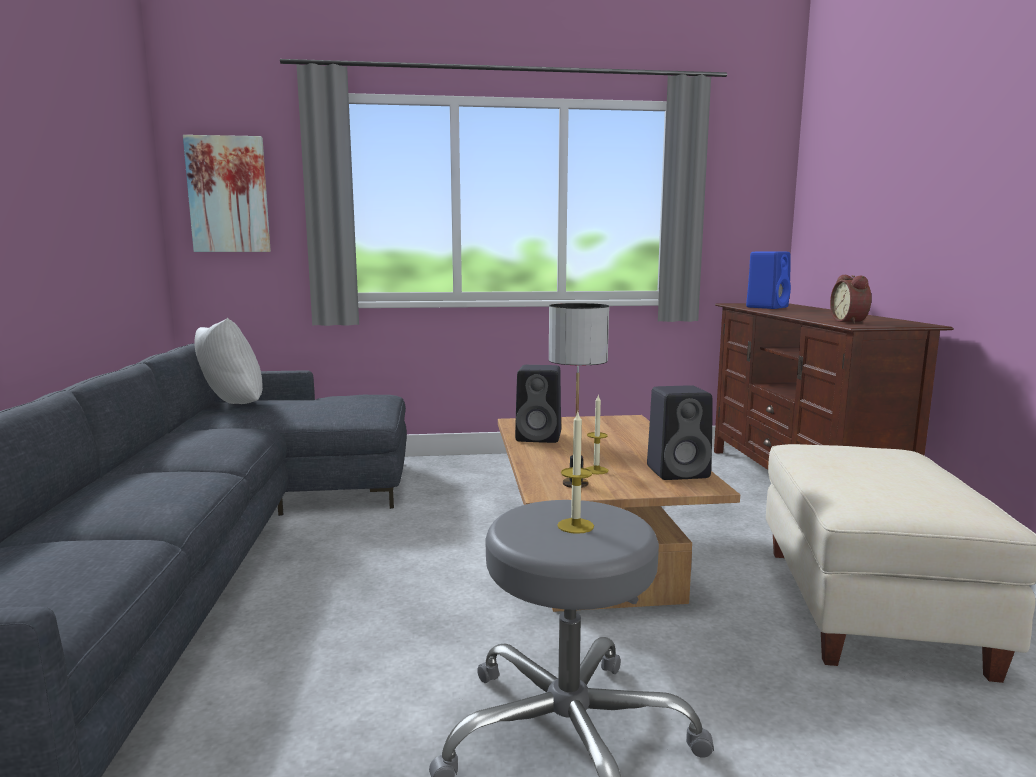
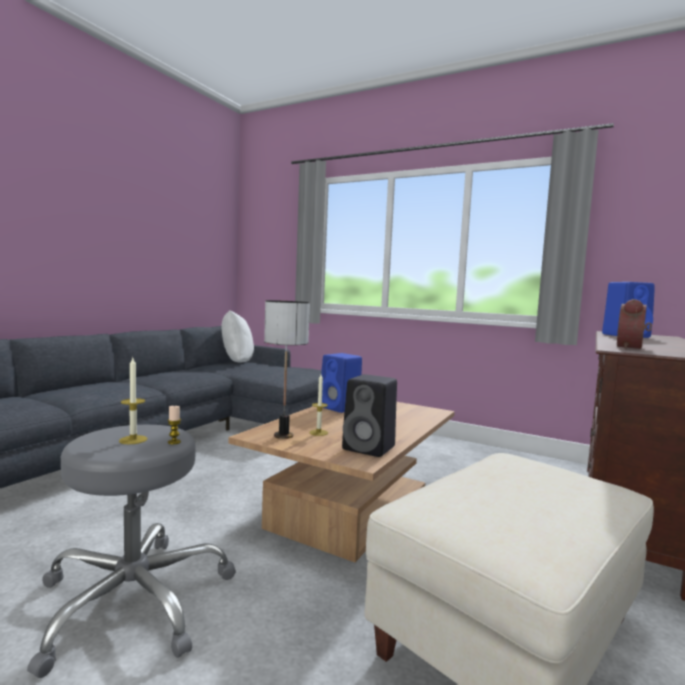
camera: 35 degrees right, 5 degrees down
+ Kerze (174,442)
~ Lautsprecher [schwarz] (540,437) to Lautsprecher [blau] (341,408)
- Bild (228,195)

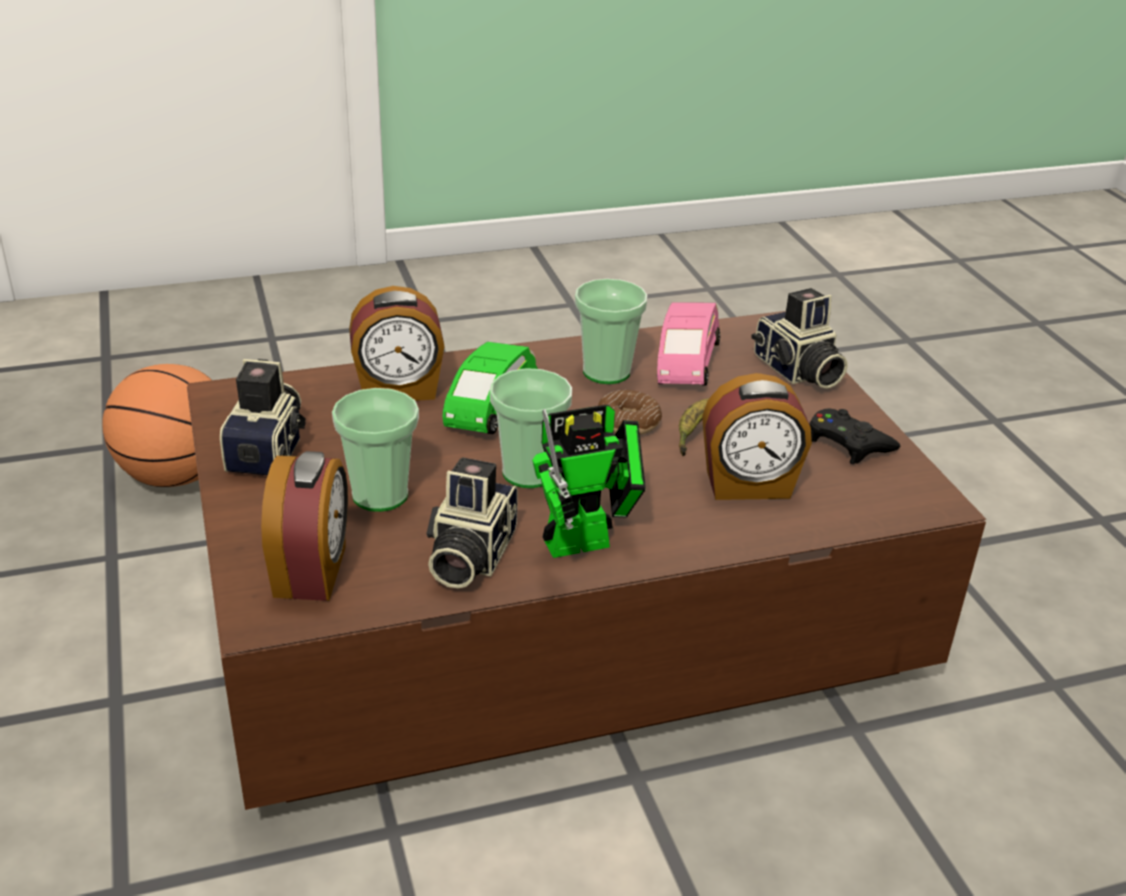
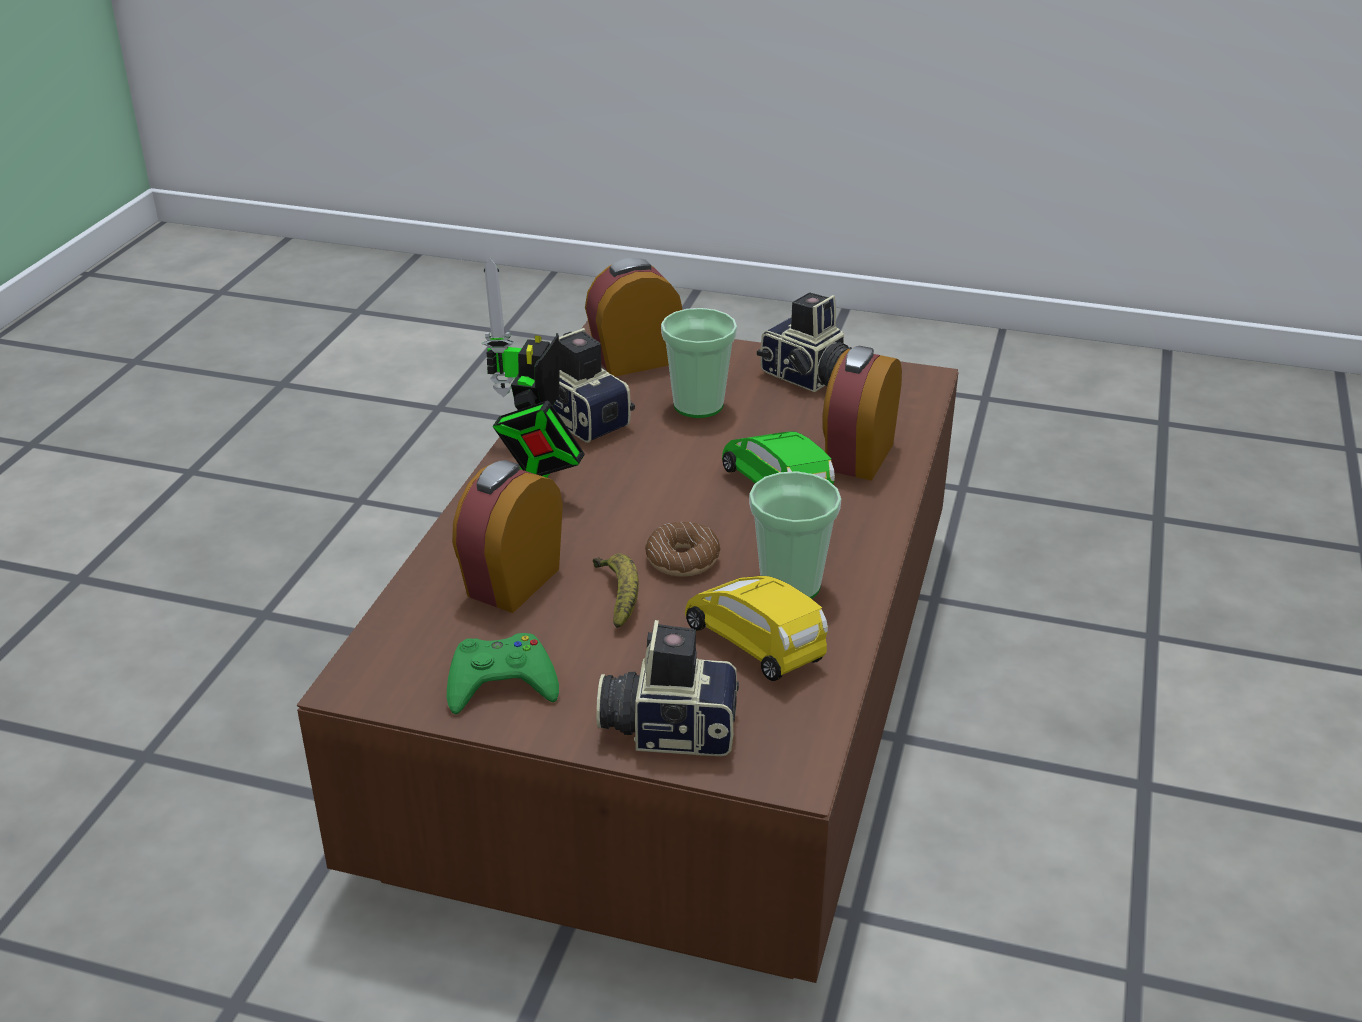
camera: 125 degrees right, 0 degrees up
~ Gamepad [schwarz] (847,443) to Gamepad [grün] (501,683)
~ Wecker (312,571) = (634,360) 120 degrees clockwise
~ Spielzeugauto [rosa] (685,366) to Spielzeugauto [gelb] (756,646)
- Basketball (177,476)
- Tasse (529,472)

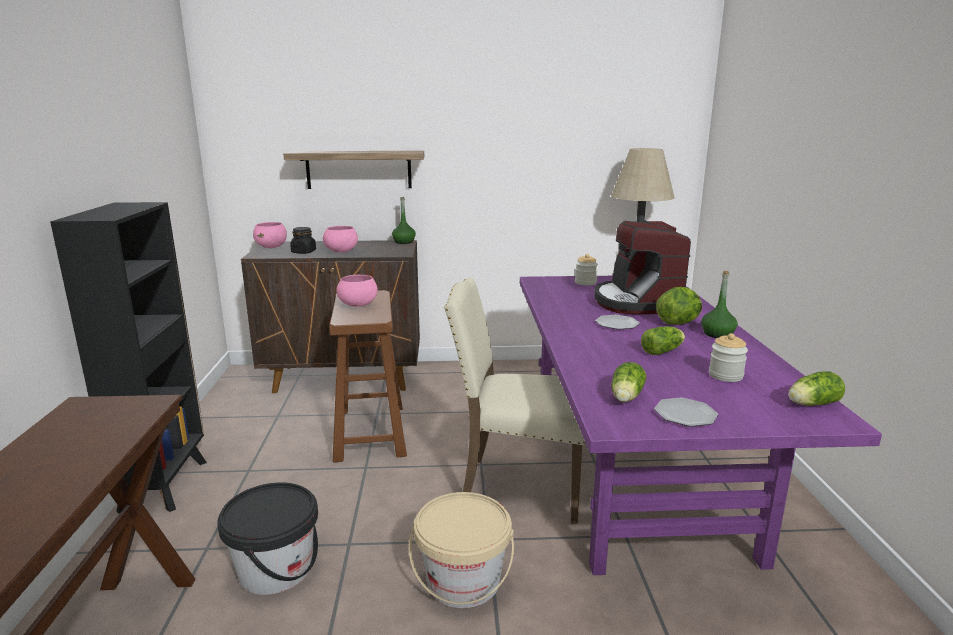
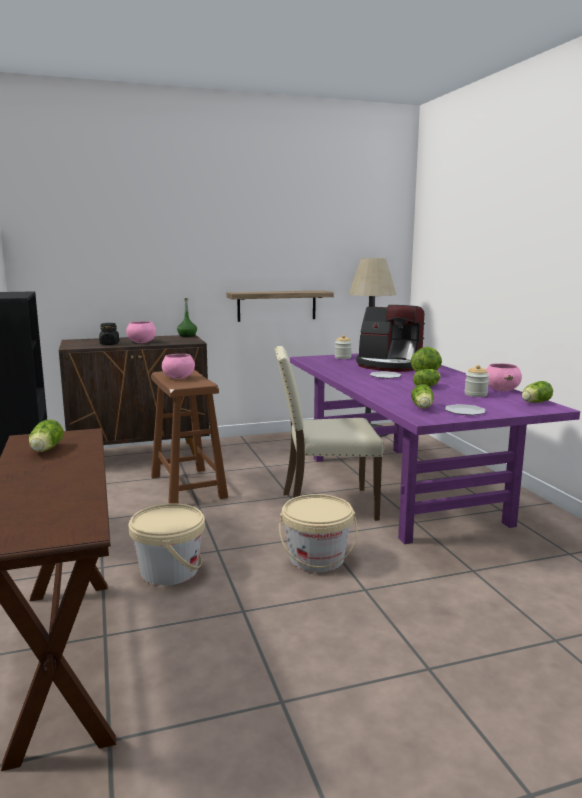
camera: 15 degrees left, 5 degrees down
+ Salatkopf (45,450)
~ Eimer [schwarz] (276,569) to Eimer [beige] (169,571)
~ Wandregal (358,169) to (277,305)
~ Kaffeemaschine (637,302) = (389,365) 45 degrees counterclockwise
~ Schüssel [rosa] (272,247) to (501,390)
- Flasche [grün] (717,334)

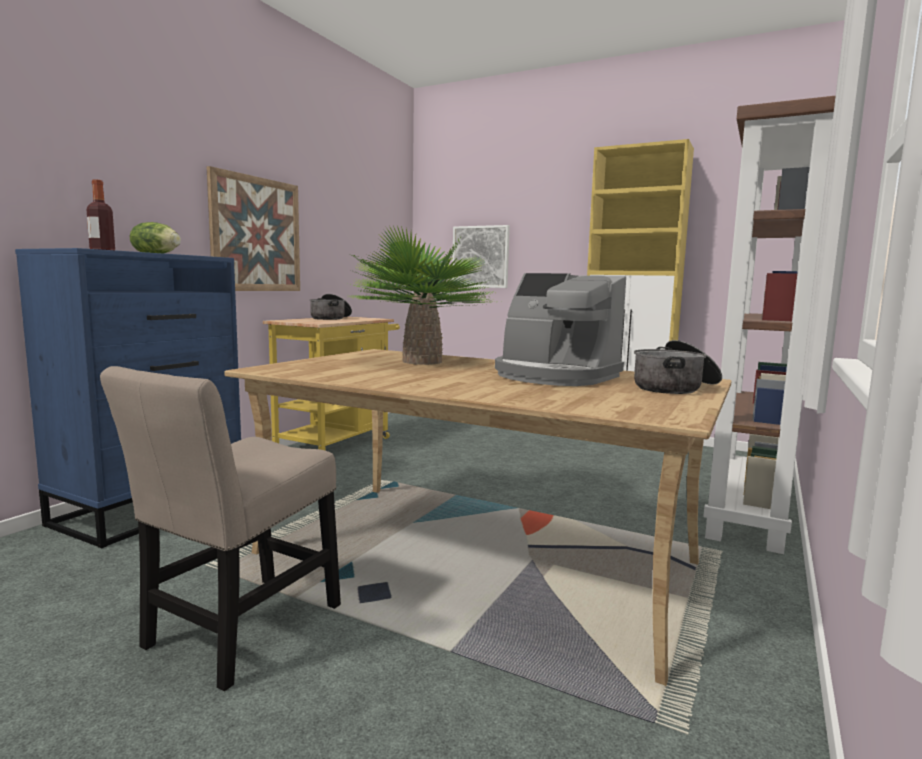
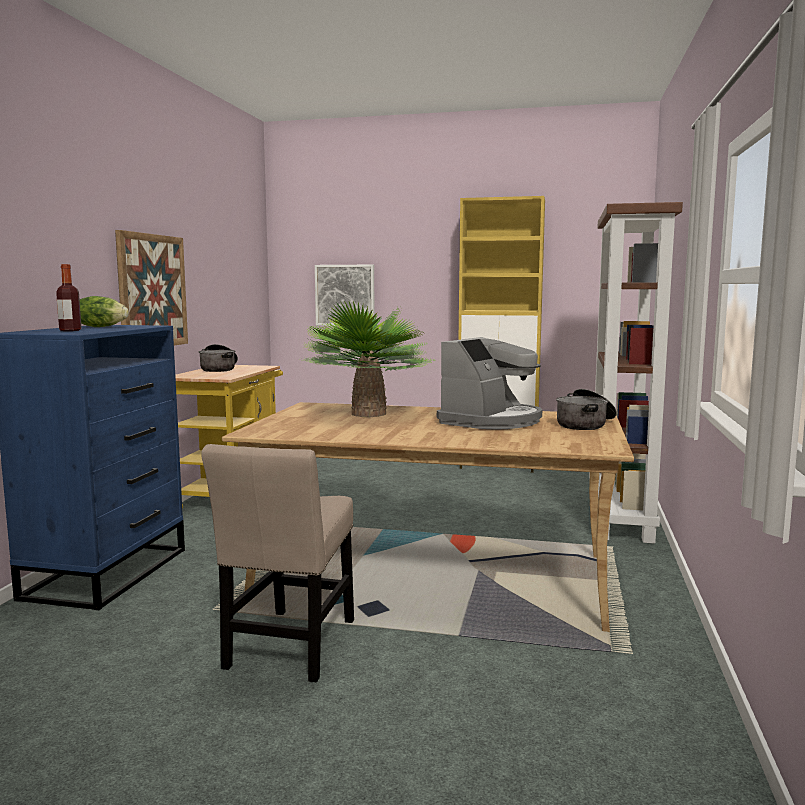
camera: 15 degrees left, 0 degrees up
~ Kaffeemaschine (554,376) = (491,421) 75 degrees counterclockwise

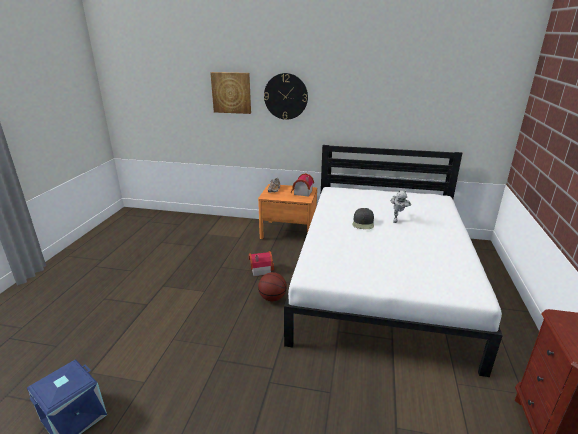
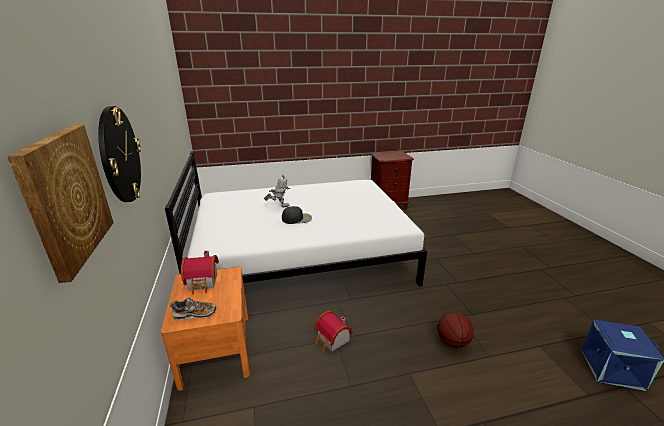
camera: 115 degrees left, 0 degrees up
~ Basketball (272,298) to (452,342)

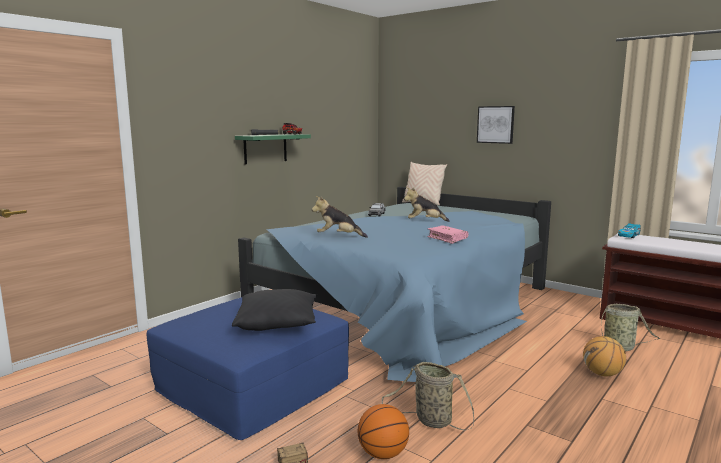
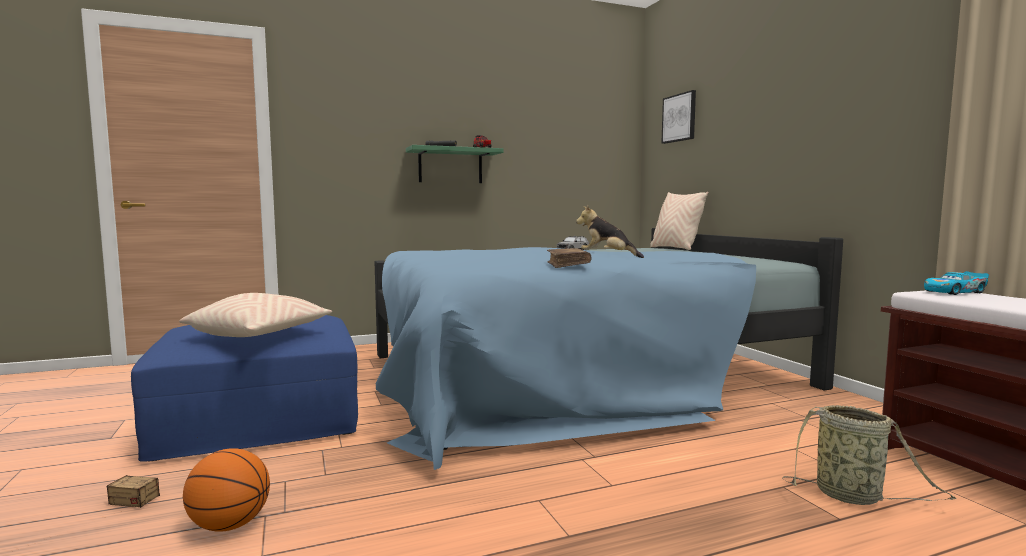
camera: 30 degrees right, 5 degrees down
~ Kissen [schwarz] (277,323) to Kissen [beige] (260,335)
~ Buch [rosa] (447,239) to Buch [braun] (568,265)
~ Bild (495,124) to (679,118)
- Plüschtier (338,237)
- Korb (430,420)
- Basketball (602,374)

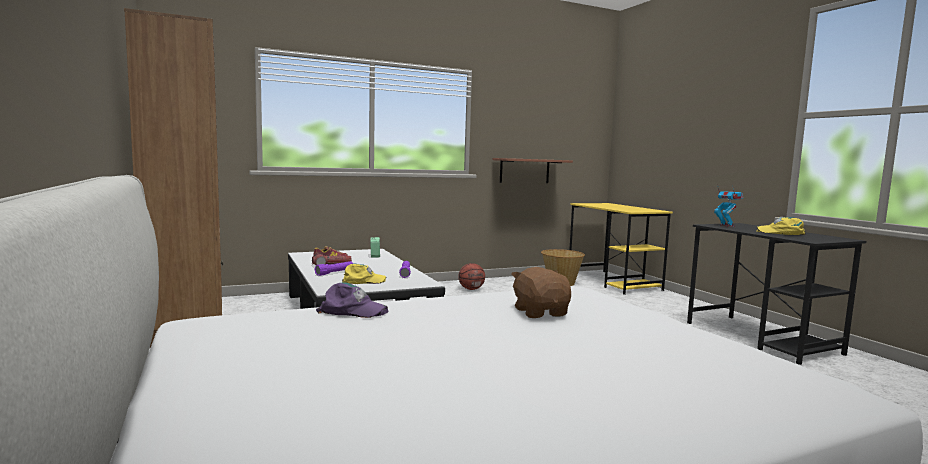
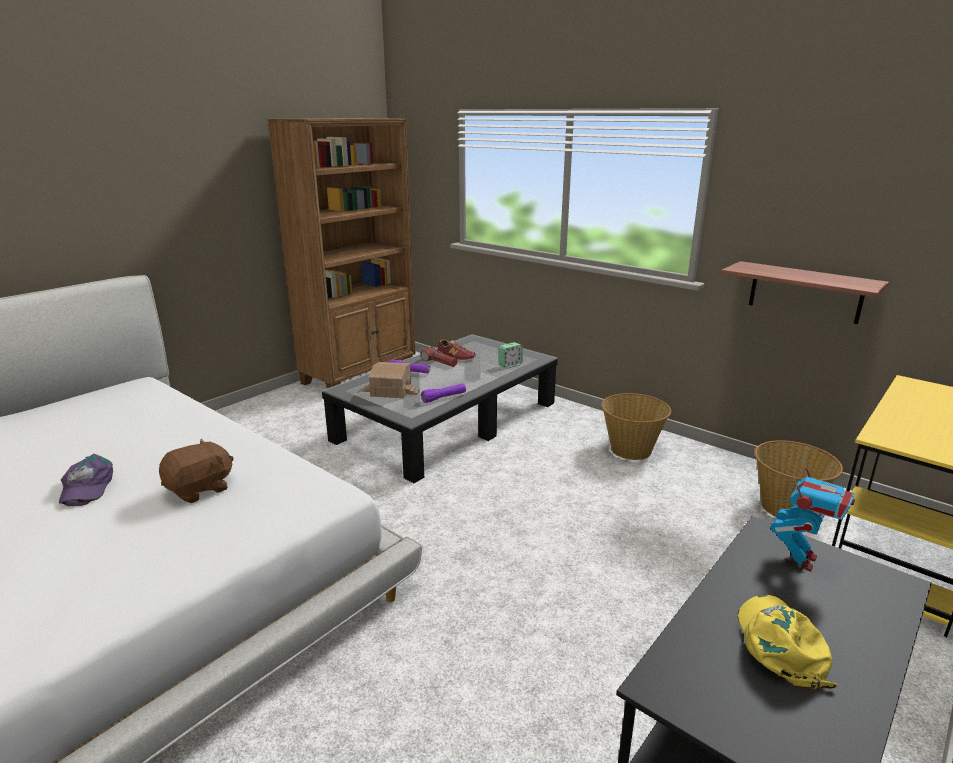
camera: 65 degrees right, 15 degrees up
~ Kappe [lila] (353,310) to (86,486)
~ Kappe [gelb] (363,281) to Spielzeughaus (391,390)
~ Basketball (471,289) to Korb (631,449)

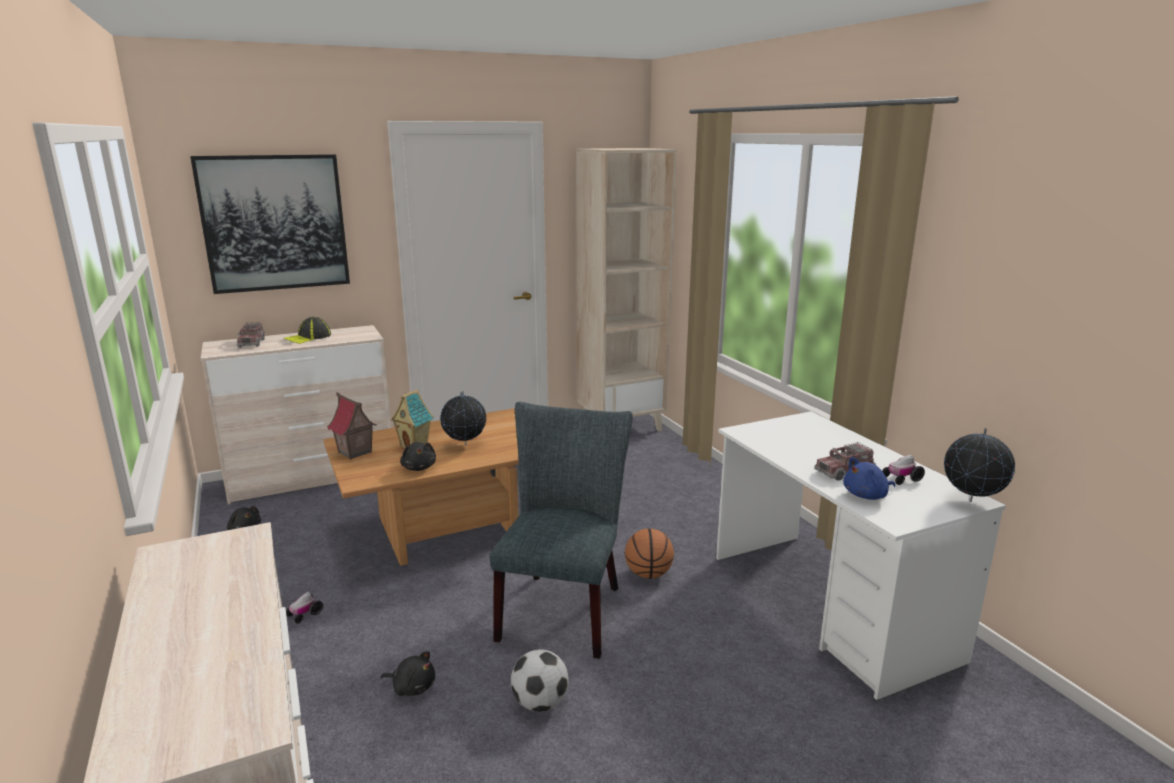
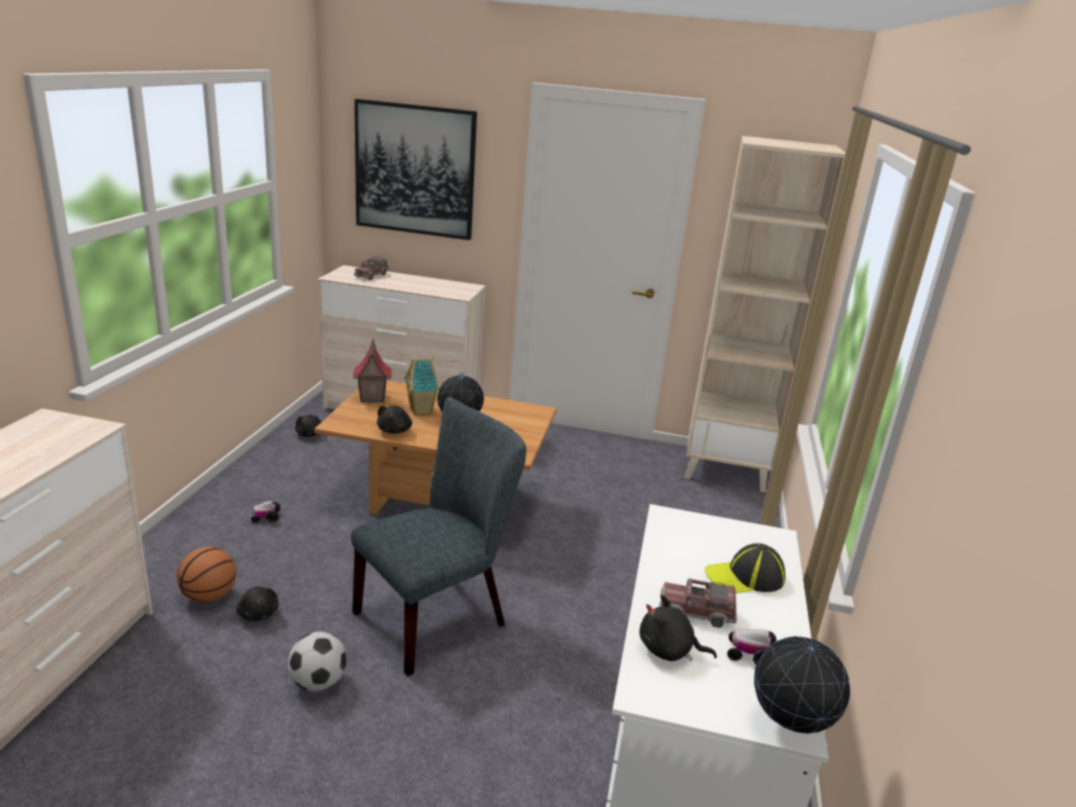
camera: 35 degrees right, 5 degrees up
~ Basketball (648,574) to (209,596)
~ Plüschtier [blau] (867,495) to Plüschtier [schwarz] (669,650)
~ Kappe (308,337) to (744,577)

